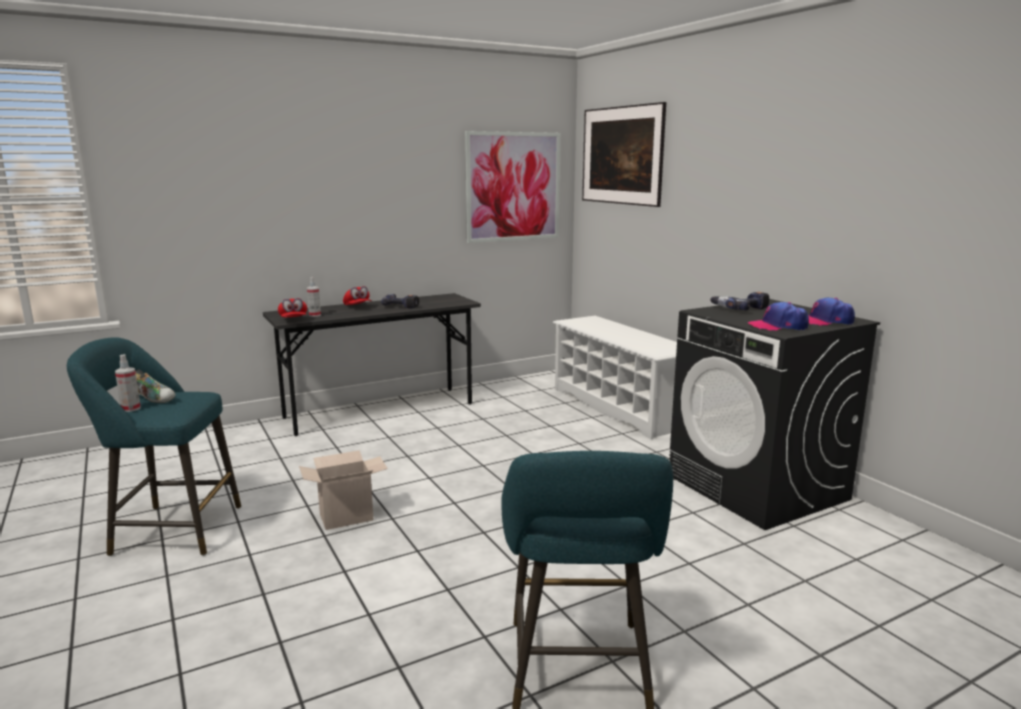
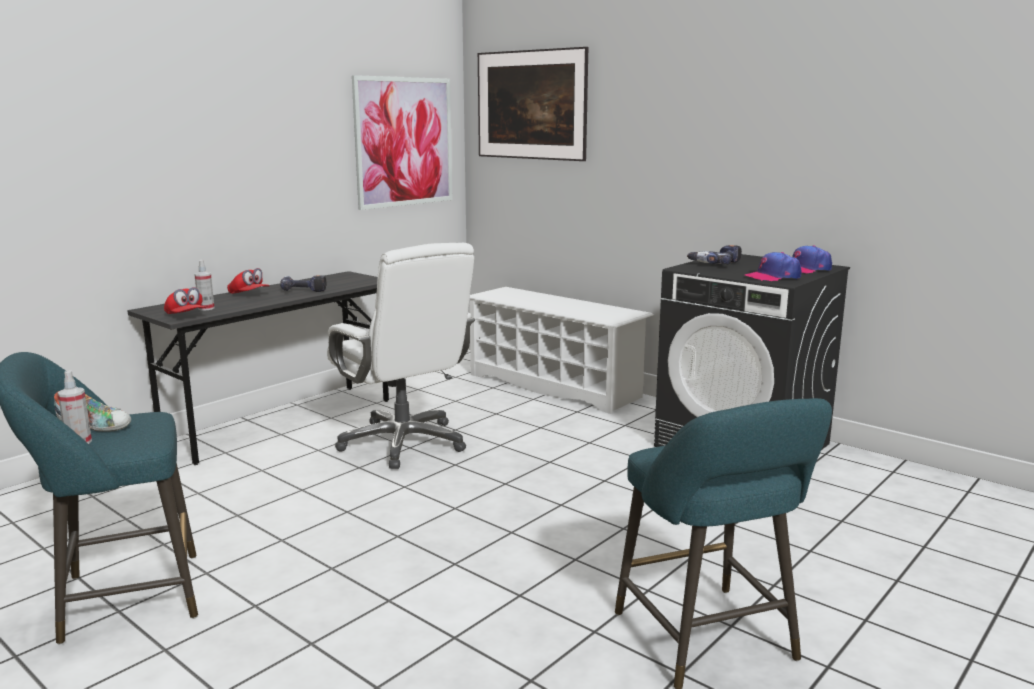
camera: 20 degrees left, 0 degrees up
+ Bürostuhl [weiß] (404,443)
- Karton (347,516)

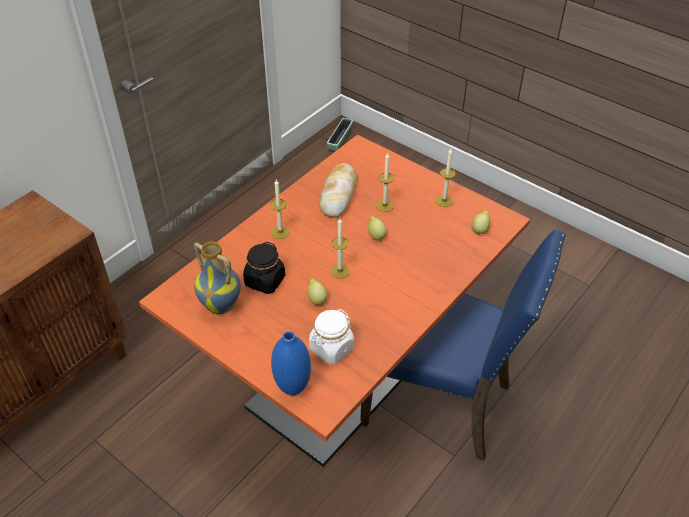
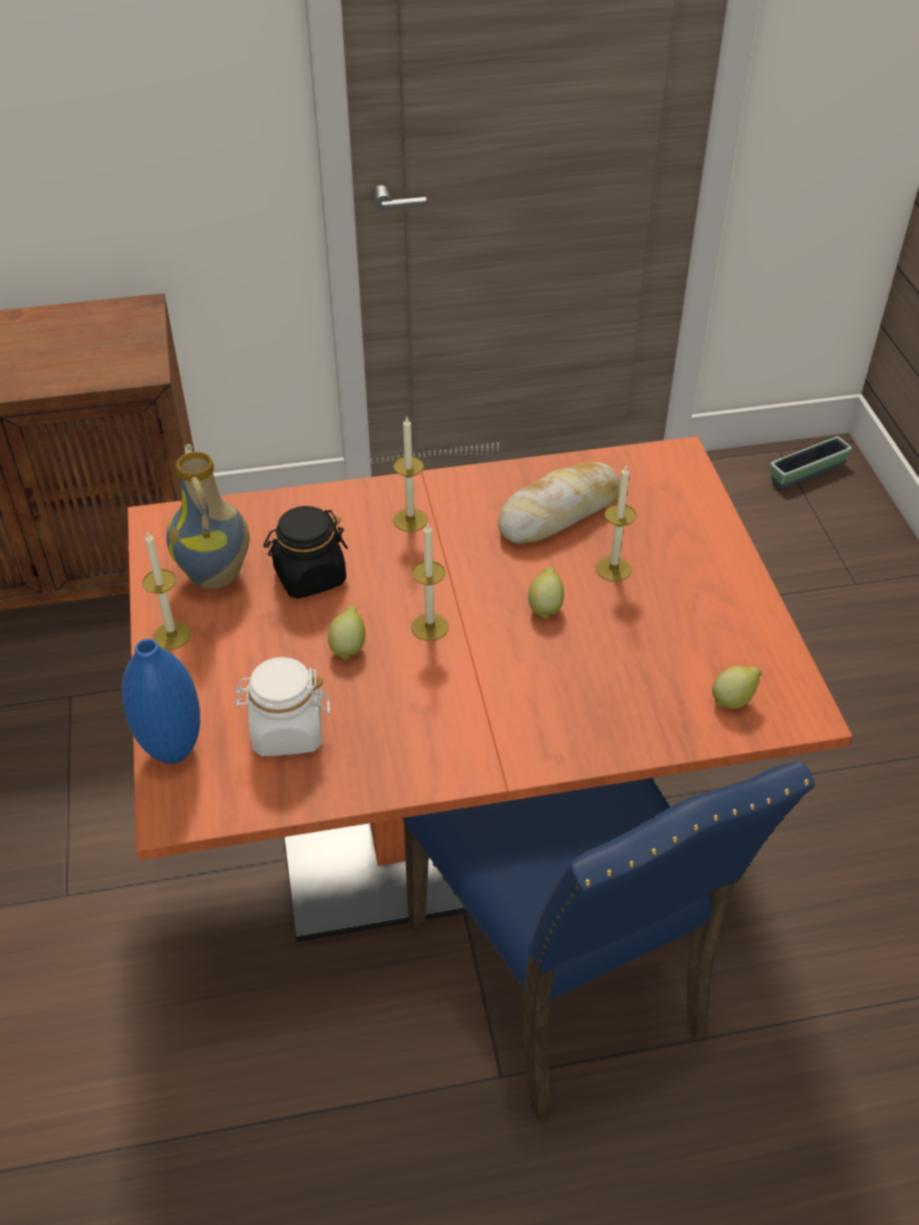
camera: 40 degrees right, 0 degrees up
~ Kerze (444,201) to (172,635)

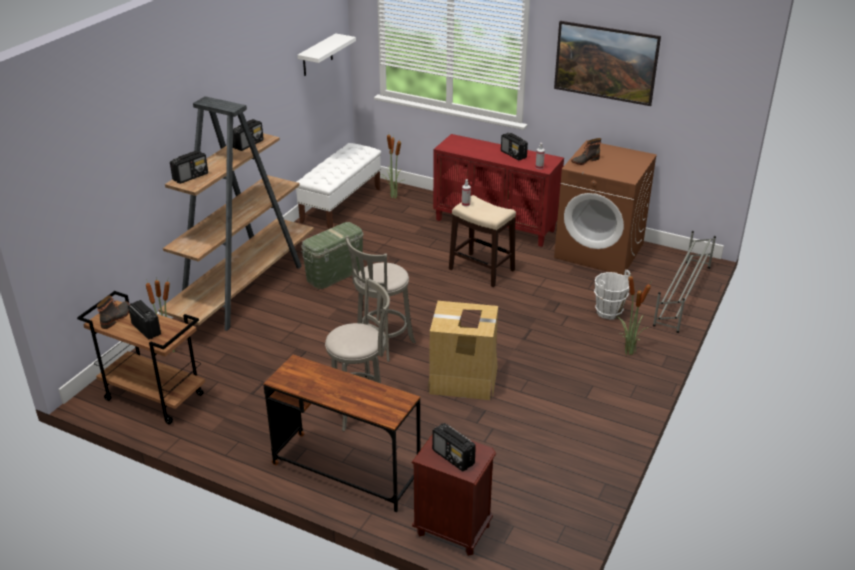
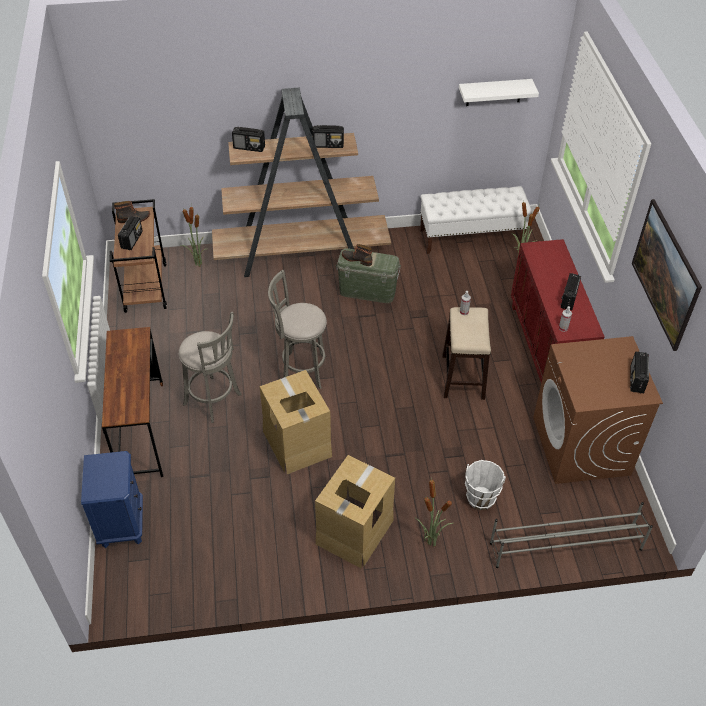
camera: 55 degrees right, 15 degrees up
~ Nachttisch [braun] (453,530) to Nachttisch [blau] (122,524)
+ Karton (354,531)
~ Stiefel (584,160) to (357,259)
~ Radio (453,457) to (636,380)

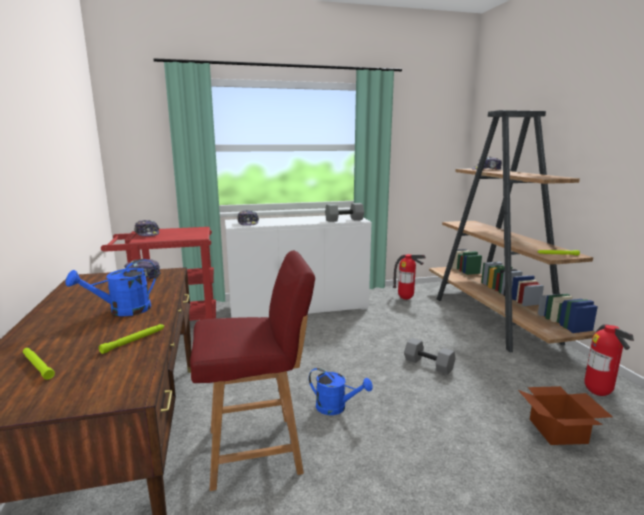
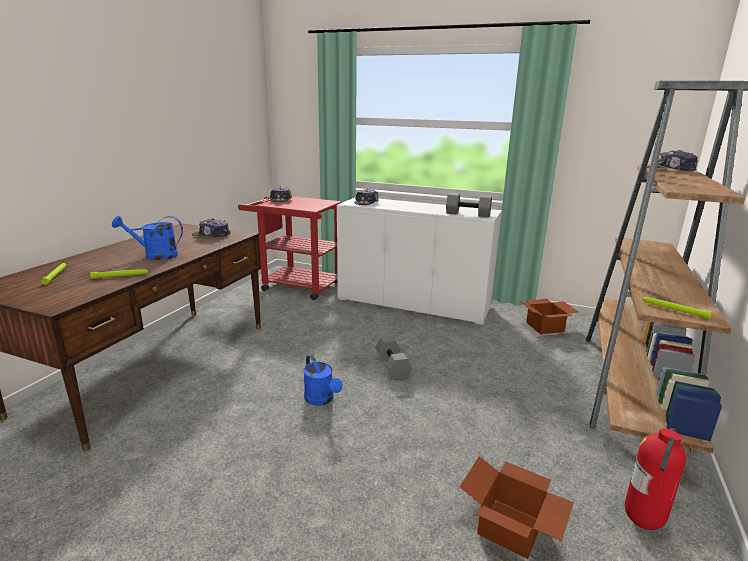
camera: 35 degrees right, 5 degrees up
~ Hantel [grau] (429,364) to (393,367)
~ Feuerlöscher (406,299) to Karton (546,327)
- Stuhl [rot] (257,450)

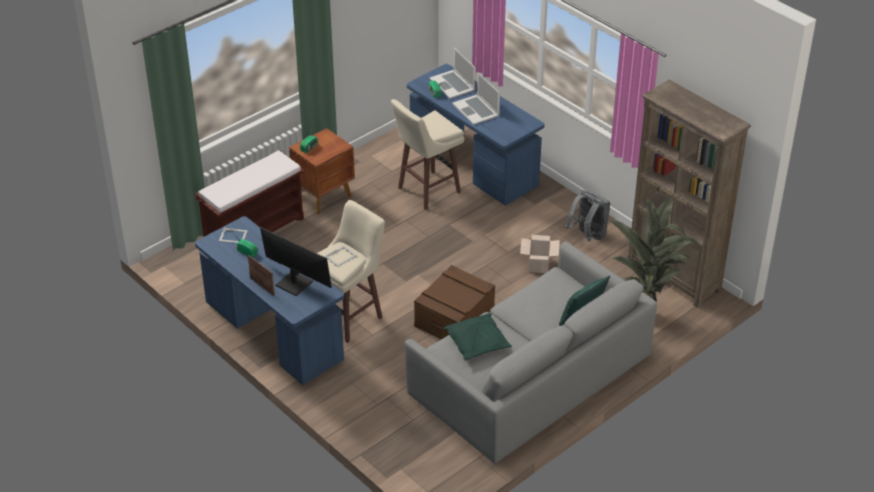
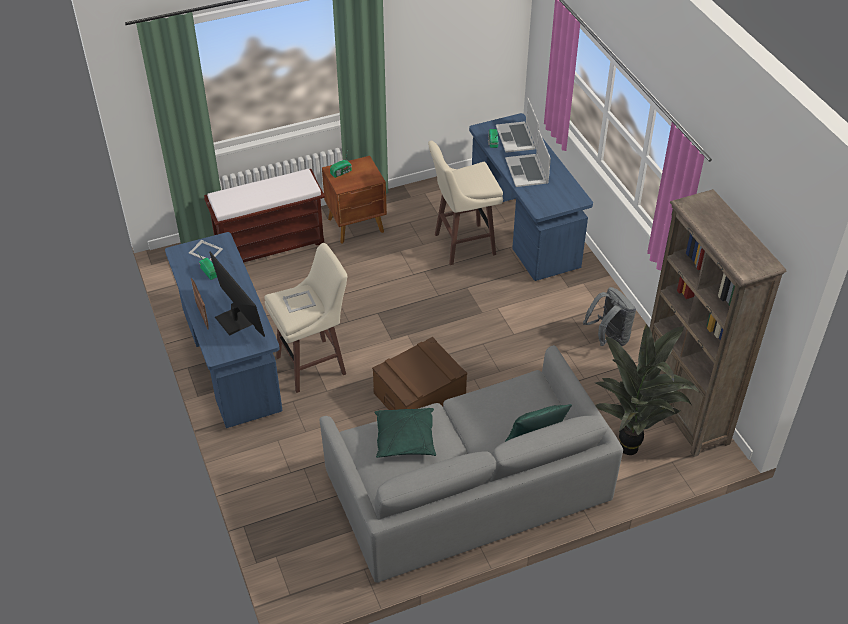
camera: 20 degrees right, 5 degrees up
- Karton (538,264)

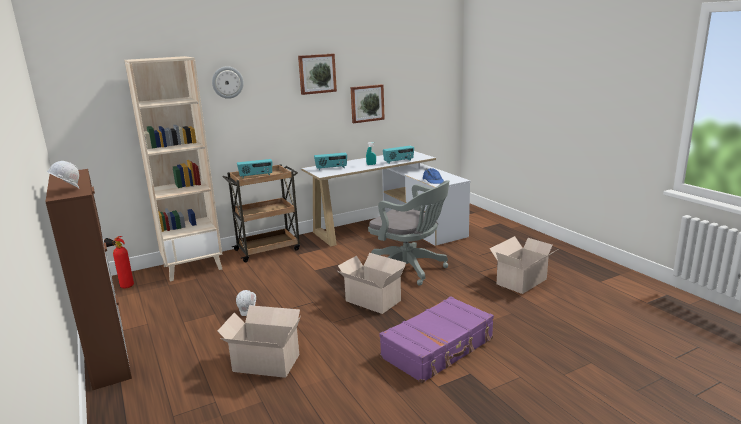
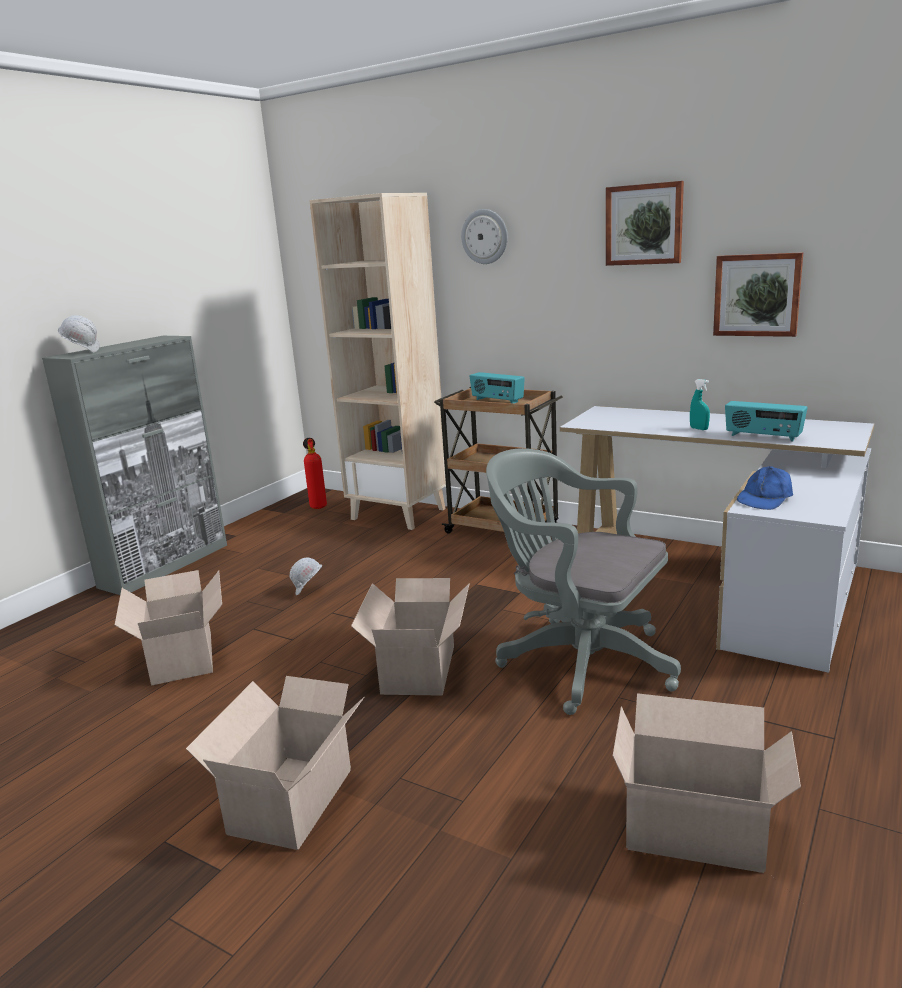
camera: 60 degrees right, 0 degrees up
~ Schrank [braun] (109,355) to Schrank [grau] (166,565)
~ Koffer [lila] (438,348) to Karton (294,798)
~ Bürostuhl [grau] (410,269) = (579,661) 120 degrees clockwise
- Radio (331,168)

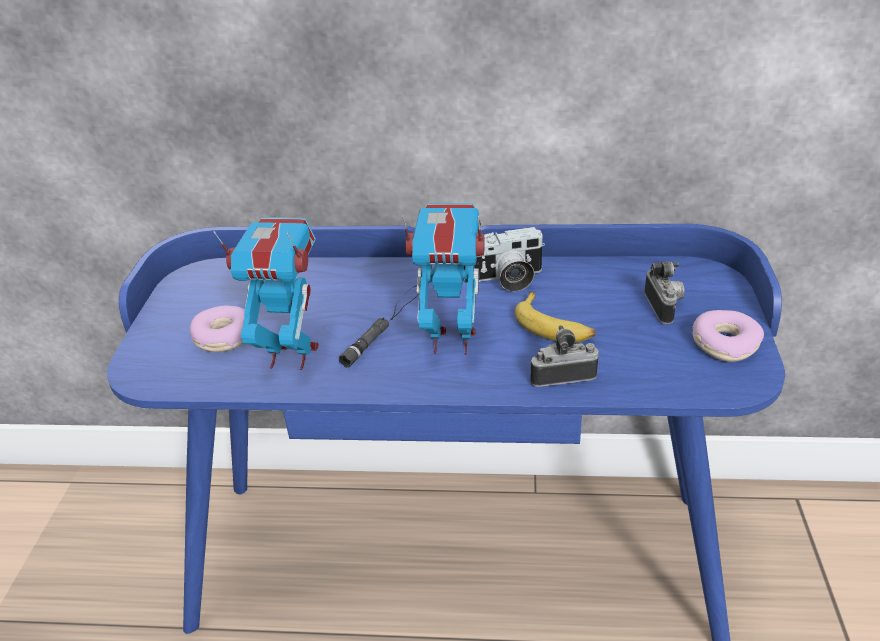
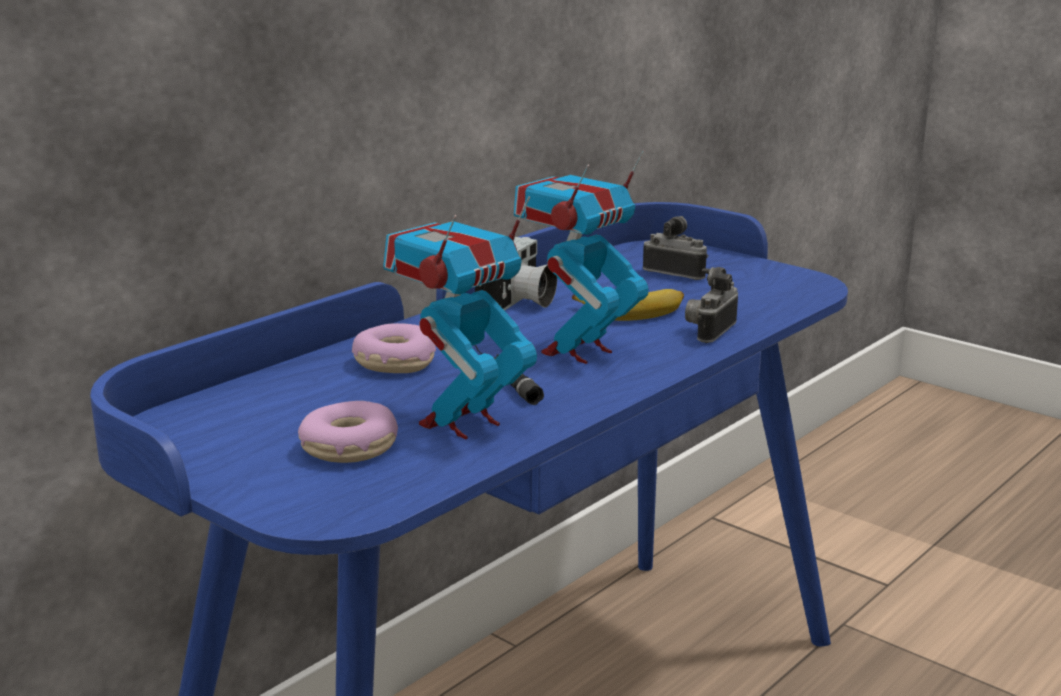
camera: 55 degrees left, 15 degrees down
~ Donut (724,344) to (394,362)

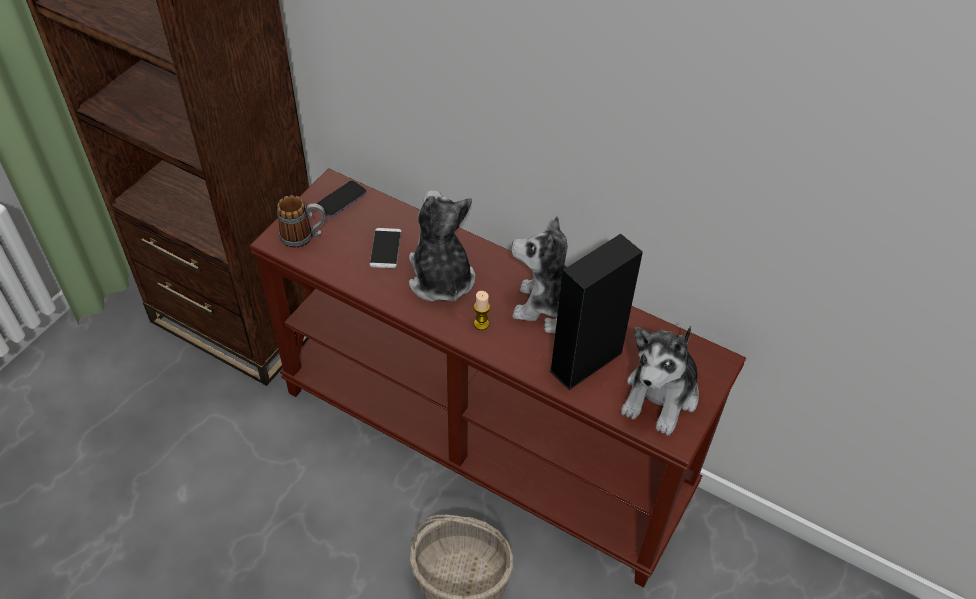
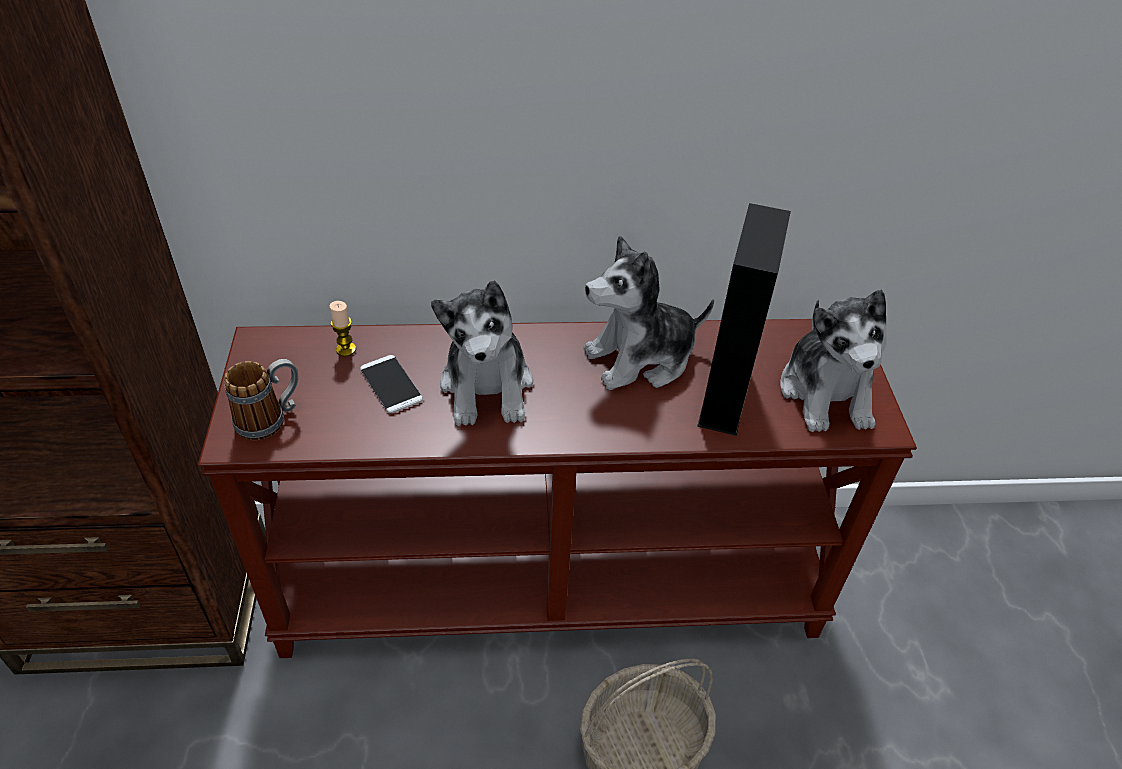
camera: 35 degrees left, 5 degrees down
~ Kerze (481,324) to (346,349)
~ Plüschtier (441,278) = (487,386) 135 degrees counterclockwise
- Handy (341,200)

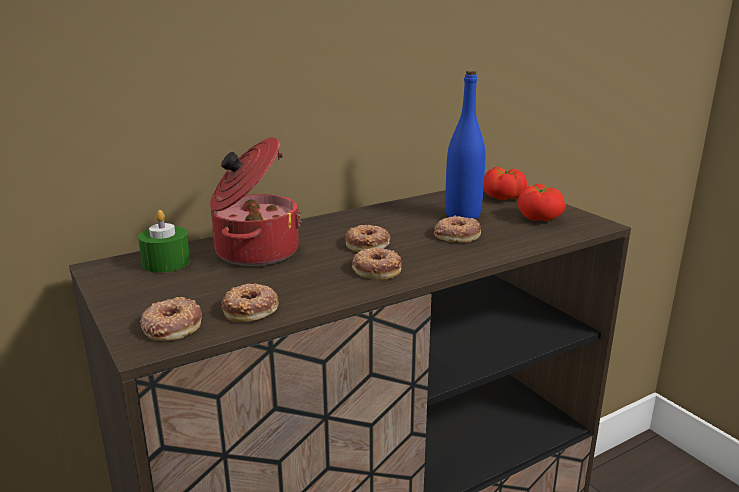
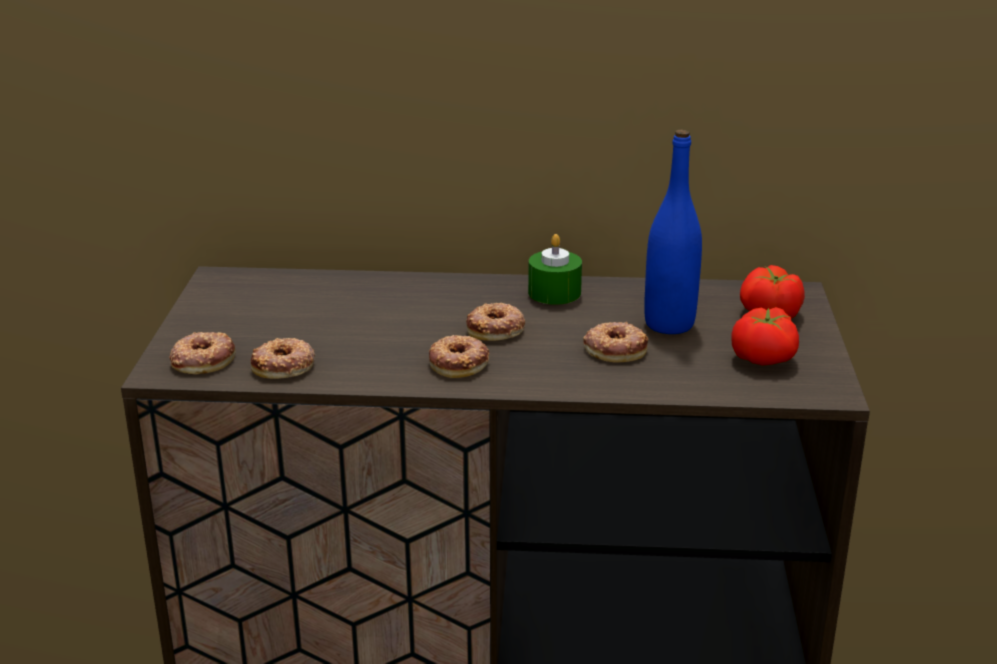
camera: 35 degrees right, 5 degrees up
~ Kerze [grün] (166,262) to (554,292)
- Kochtopf (254,251)

